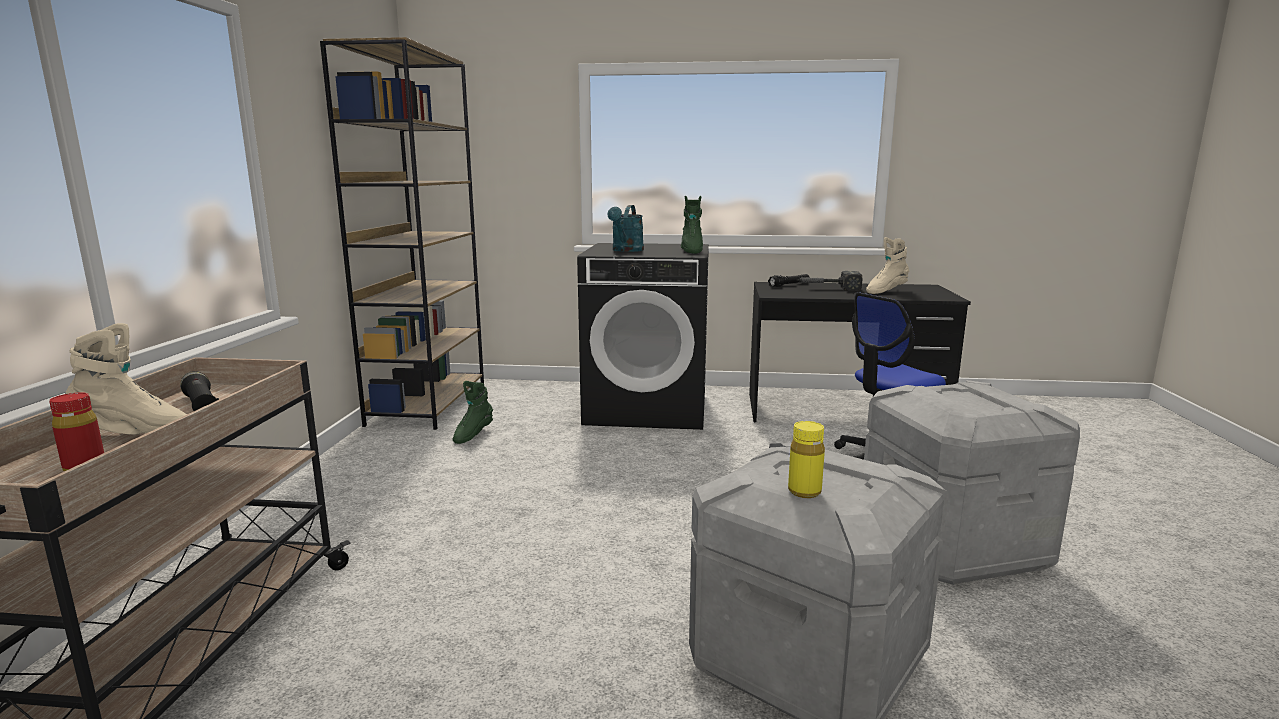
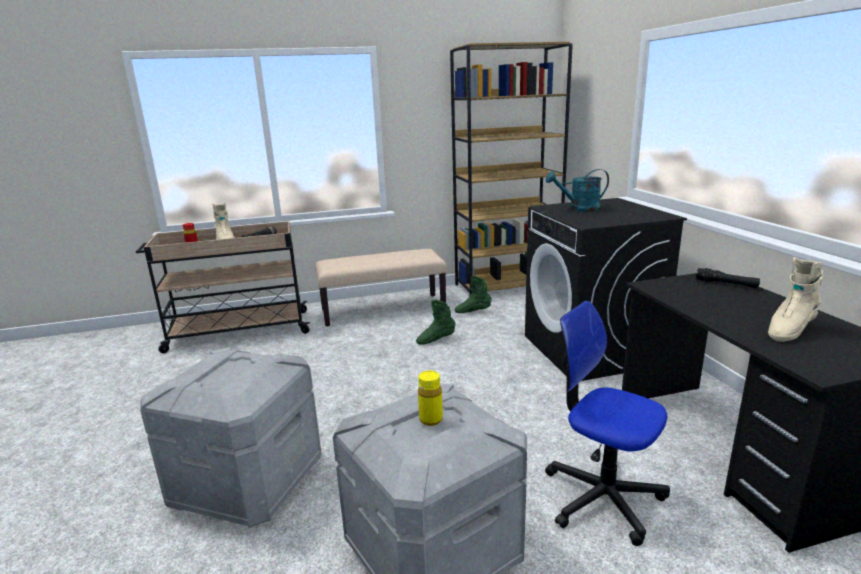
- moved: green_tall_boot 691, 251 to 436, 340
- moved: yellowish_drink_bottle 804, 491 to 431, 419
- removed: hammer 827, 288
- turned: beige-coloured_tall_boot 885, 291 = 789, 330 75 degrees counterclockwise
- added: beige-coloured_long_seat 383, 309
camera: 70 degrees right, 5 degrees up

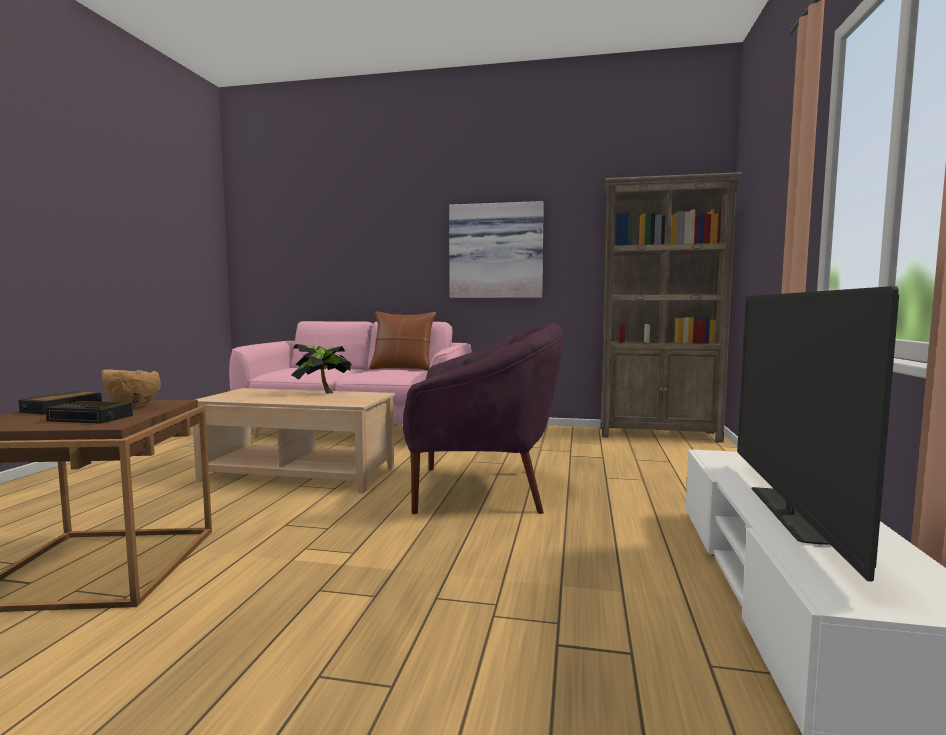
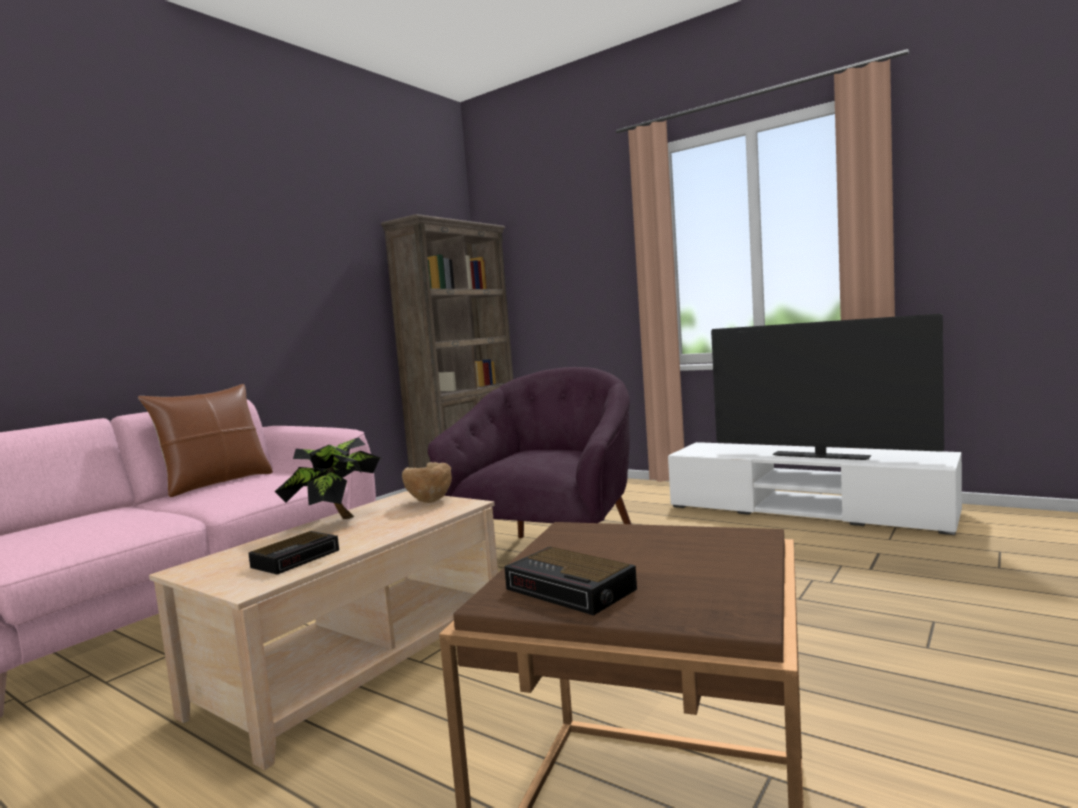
- moved: alarm_clock 92, 418 to 297, 558
- moved: brown-coloured_serving_bowl 133, 407 to 428, 501
- removed: wall_art 496, 251
camera: 65 degrees left, 0 degrees up

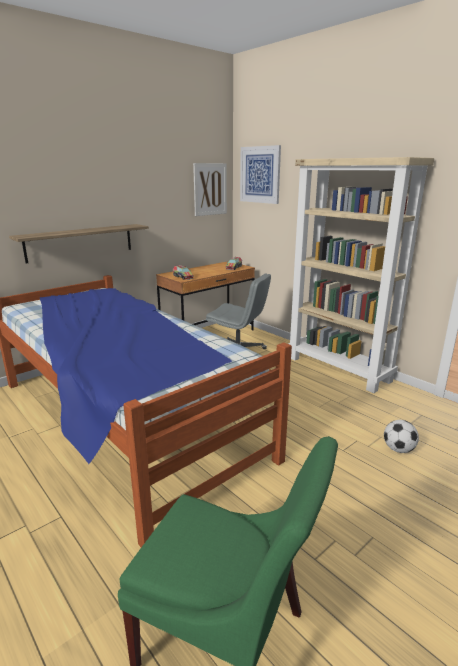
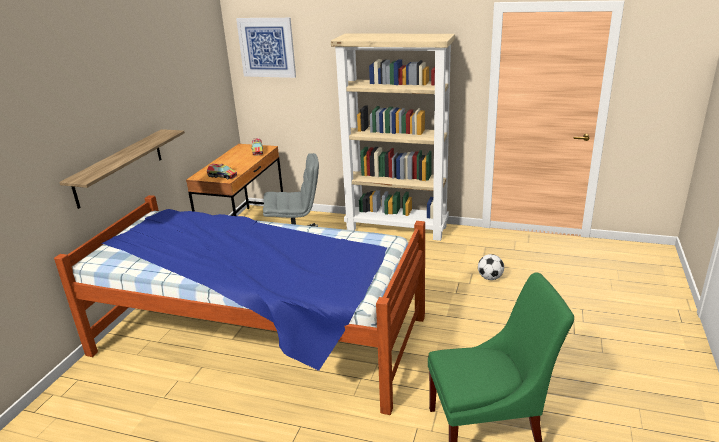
- removed: wall_art 210, 189
camera: 30 degrees left, 5 degrees up

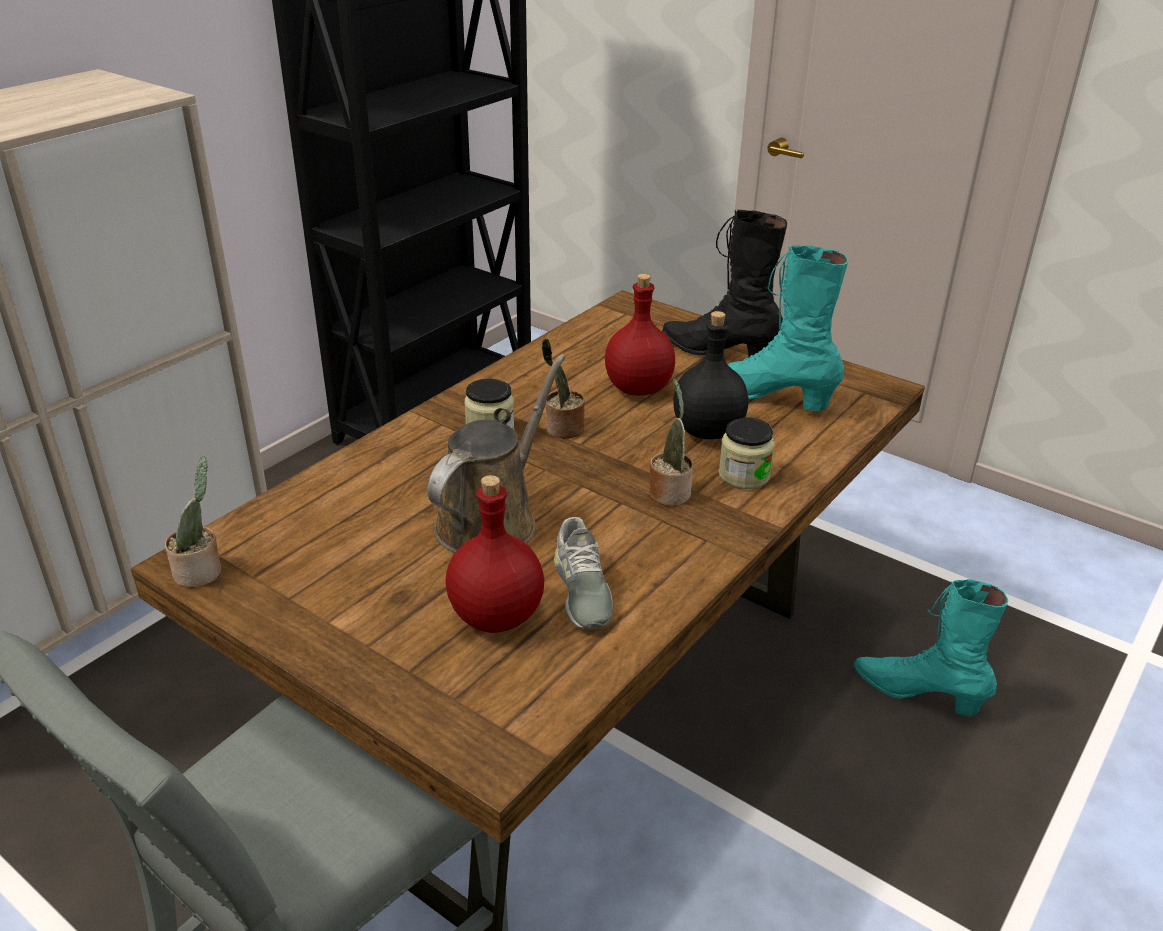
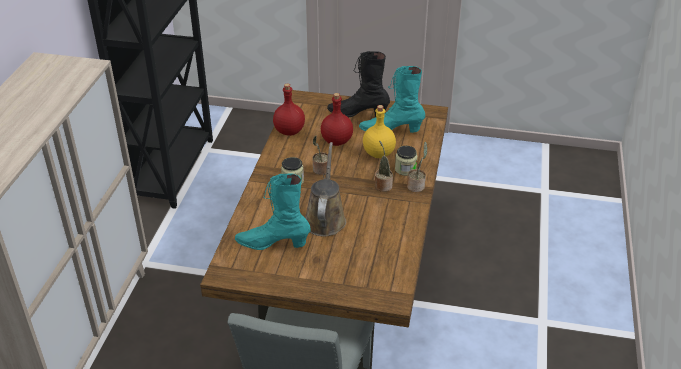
- moved: plant_in_a_pot 201, 572 to 416, 186
- moved: red-coloured_drink_bottle 496, 615 to 289, 131
- removed: gray_shoe 581, 590
- recoloured: blackish_drink_bottle 706, 431 to yellowish_drink_bottle 378, 153
- moved: turquoise_tall_boot 918, 693 to 273, 243
camera: 25 degrees left, 5 degrees up

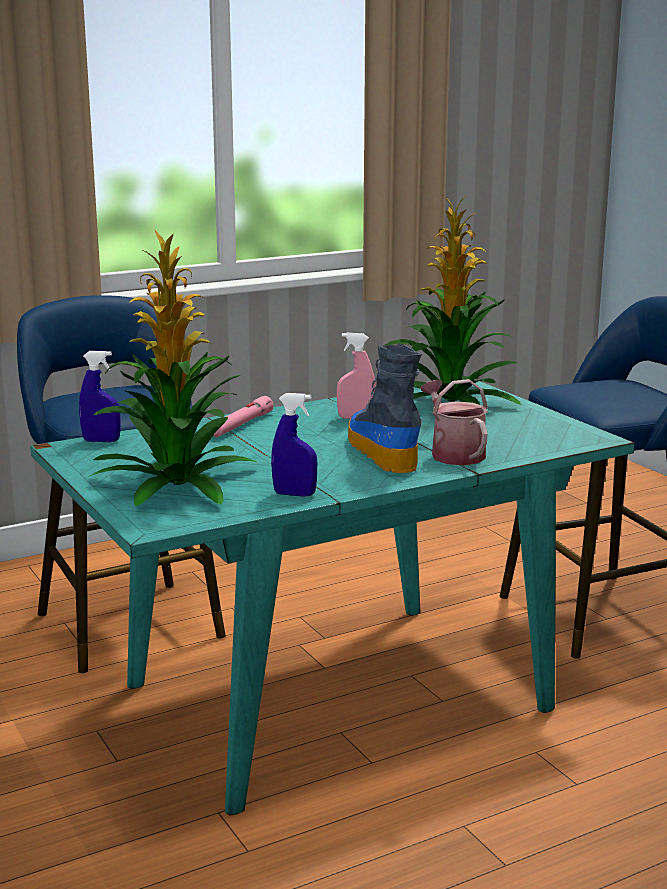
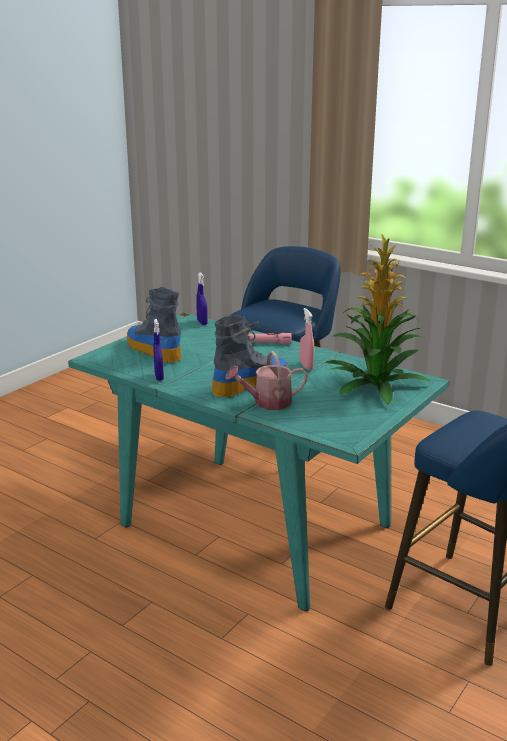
- replaced: plant_in_a_pot 174, 484 to tall_boot 152, 350
- turned: sprinkling_can 454, 453 = 267, 403 150 degrees counterclockwise
camera: 65 degrees right, 5 degrees up

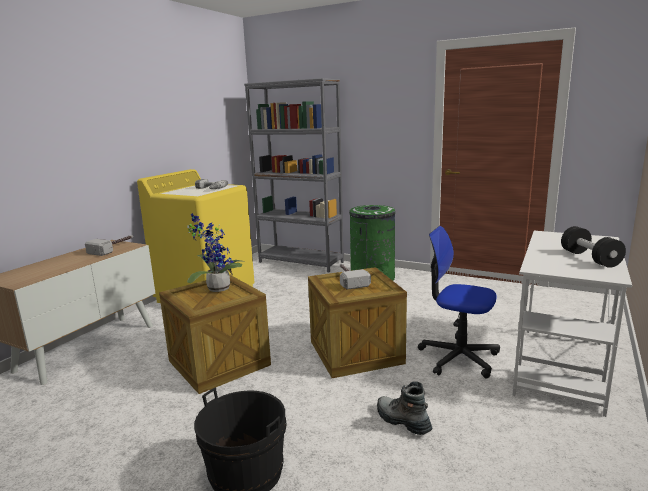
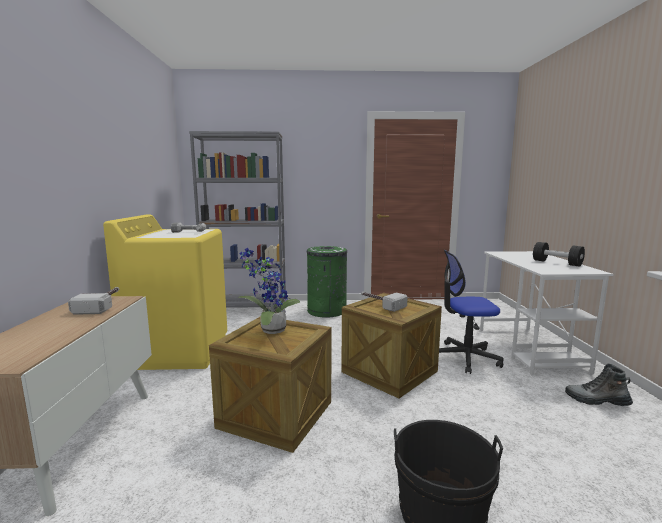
- moved: tall_boot 402, 421 to 596, 400
camera: 30 degrees left, 5 degrees down

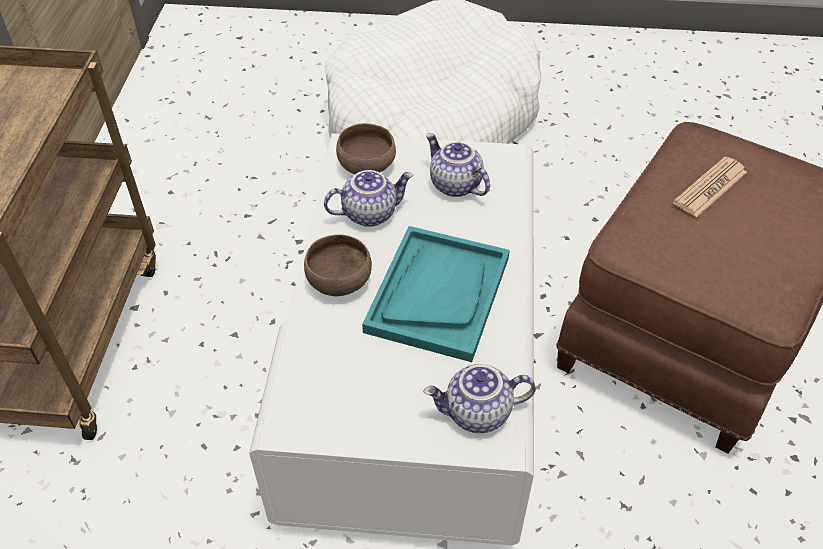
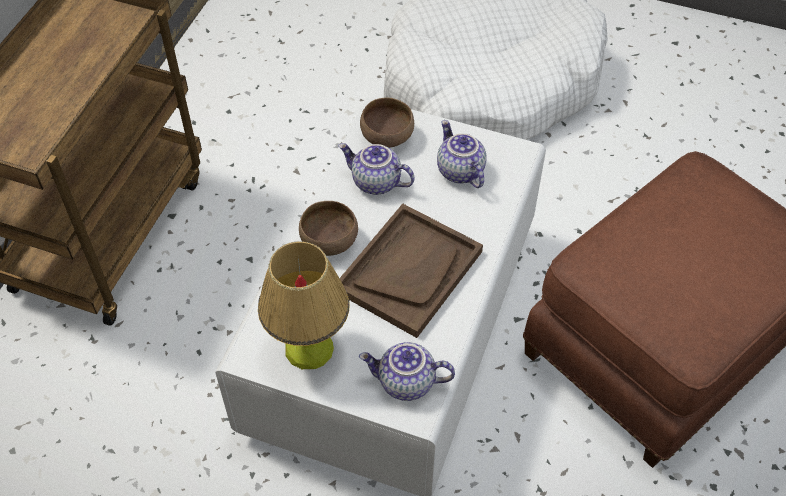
- turned: teapot 369, 213 = 375, 182 150 degrees counterclockwise
- recoloured: turquoise_tray 438, 294 to brown-coloured_tray 409, 271
- removed: printed_paper 710, 187
- added: lamp_for_a_table 309, 348
camera: 15 degrees right, 5 degrees up

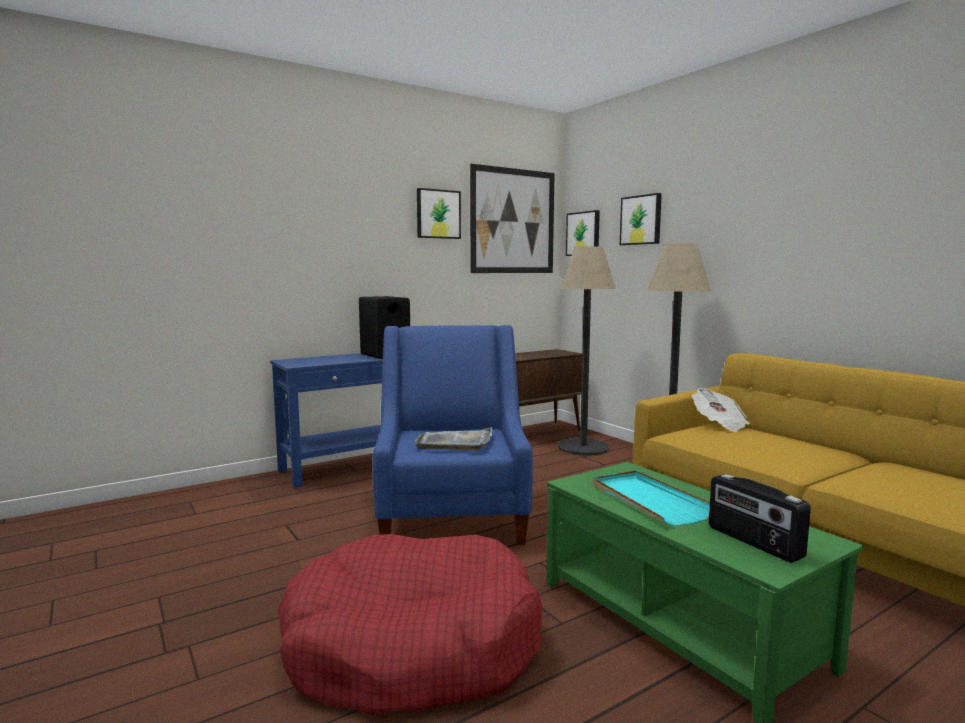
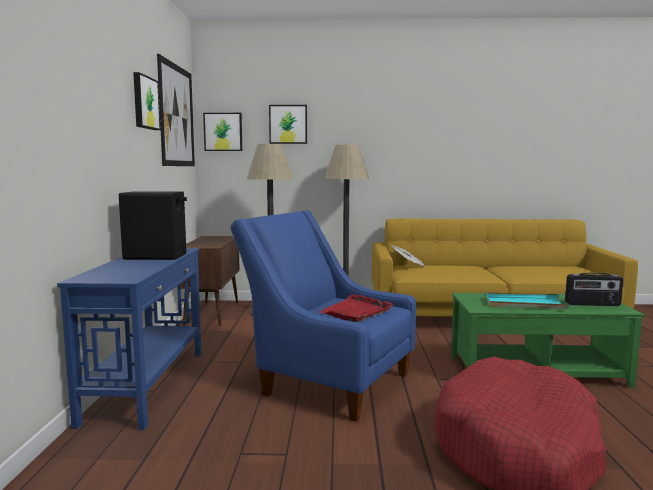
- recoloured: gray_tray 455, 442 to red-coloured_tray 356, 311
camera: 55 degrees left, 0 degrees up

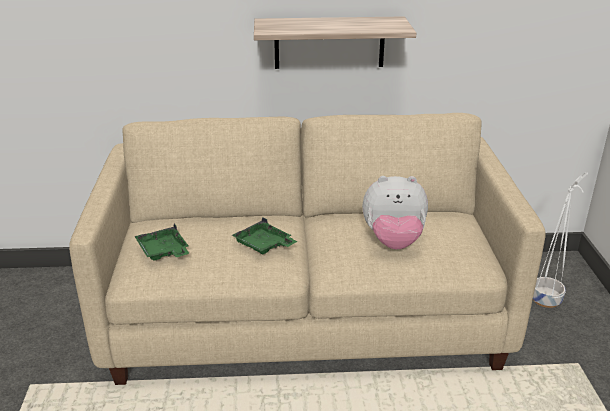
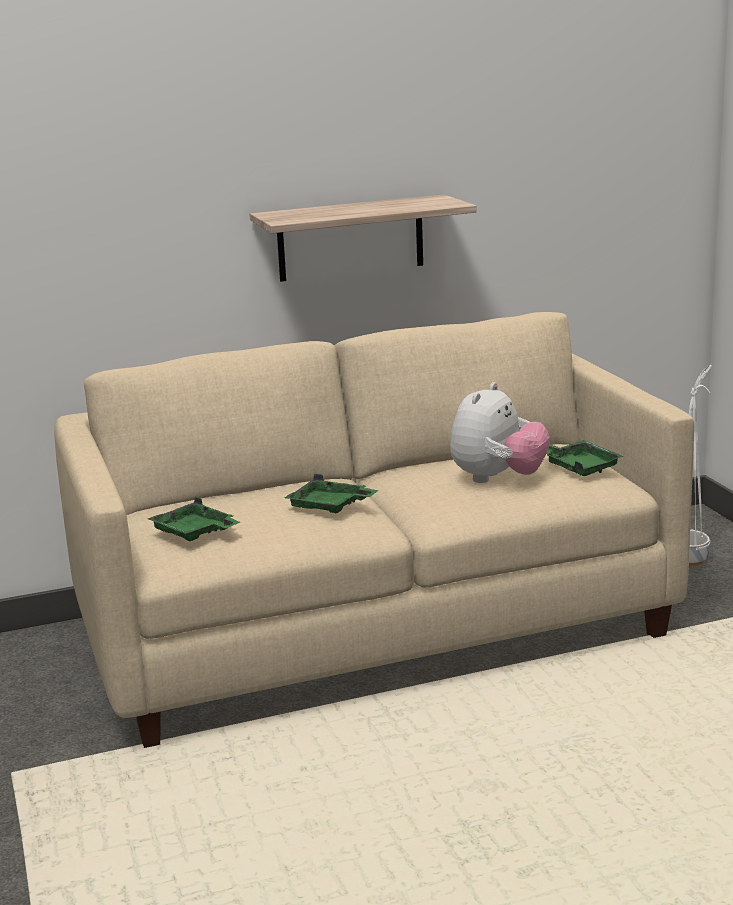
- turned: cuddly_toy 393, 241 = 497, 479 45 degrees counterclockwise
- added: green_tray 579, 467
camera: 15 degrees left, 10 degrees down

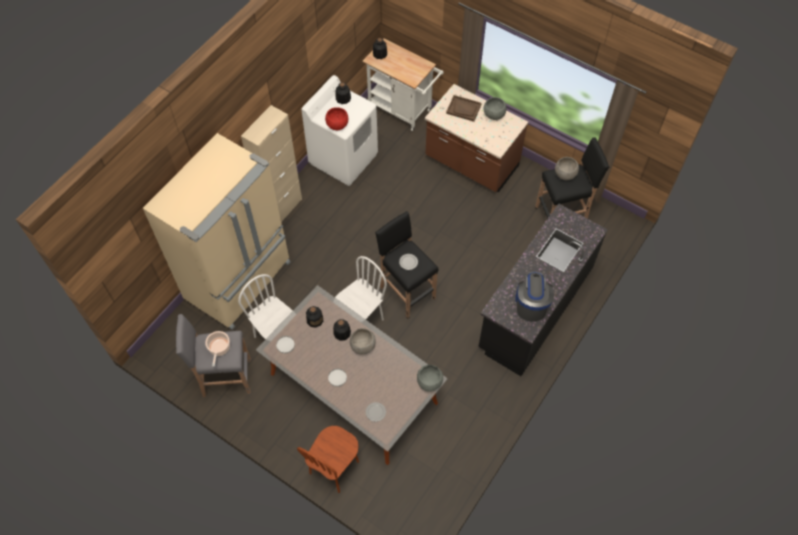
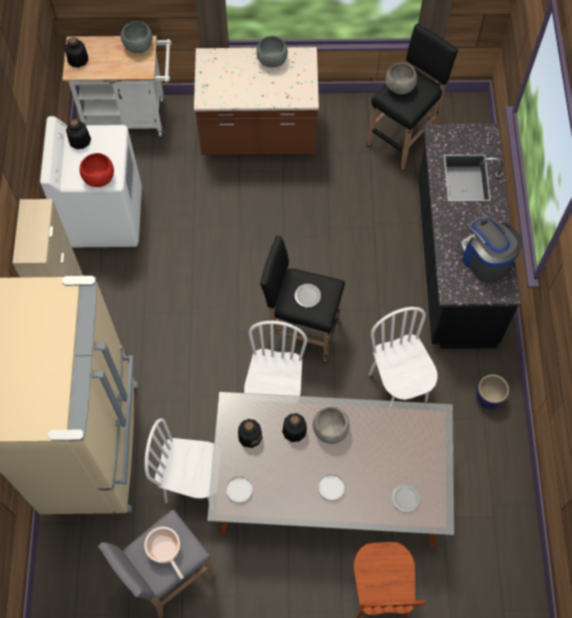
- moved: gray_serving_bowl 429, 382 to 138, 46
- removed: brown-coloured_tray 463, 109
- added: whitish_plain_chair 398, 387
- added: flower_pot 488, 398
camera: 35 degrees left, 5 degrees up

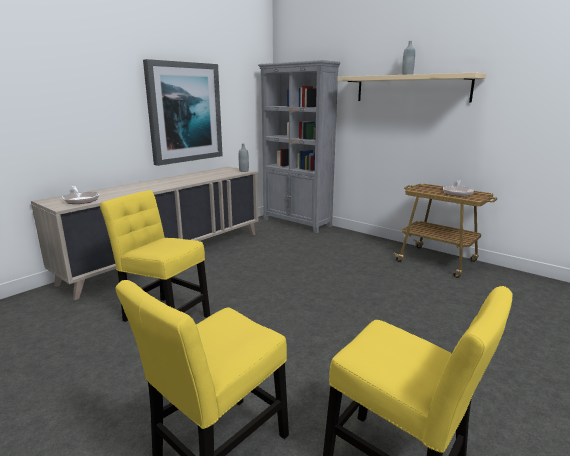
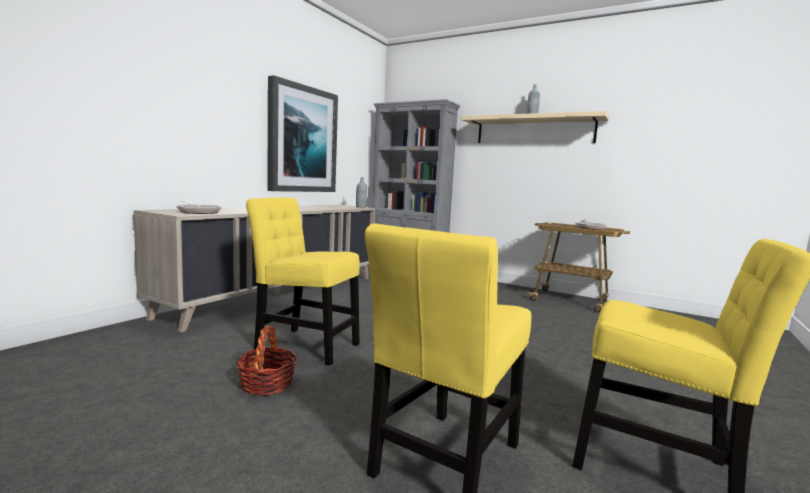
- added: storage_basket 266, 384
camera: 10 degrees left, 10 degrees down

